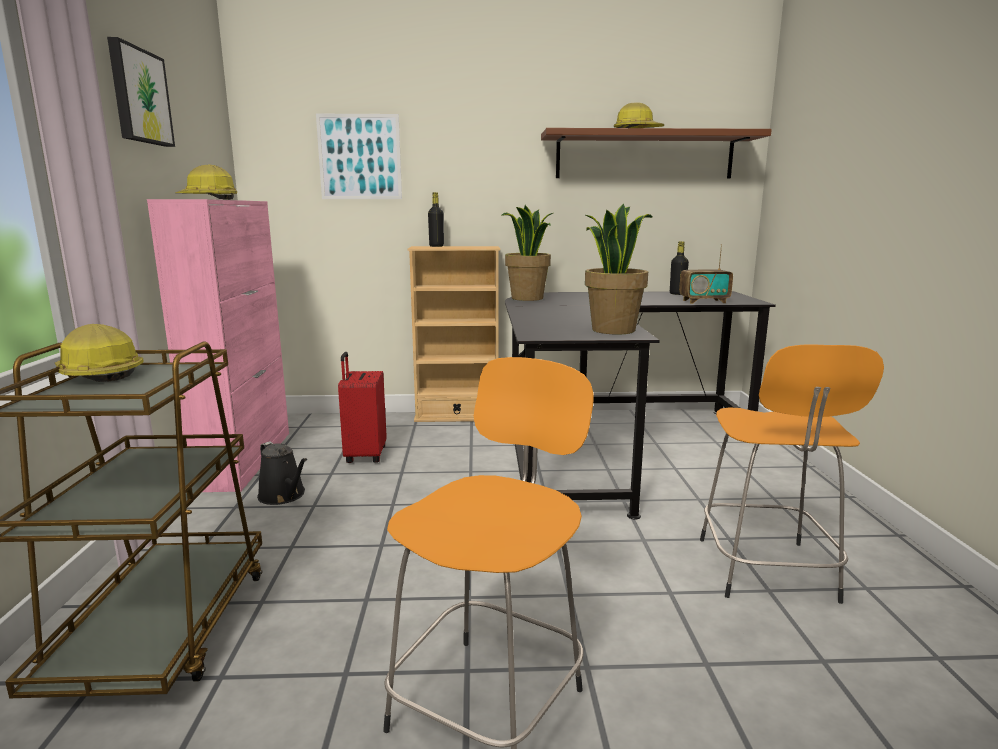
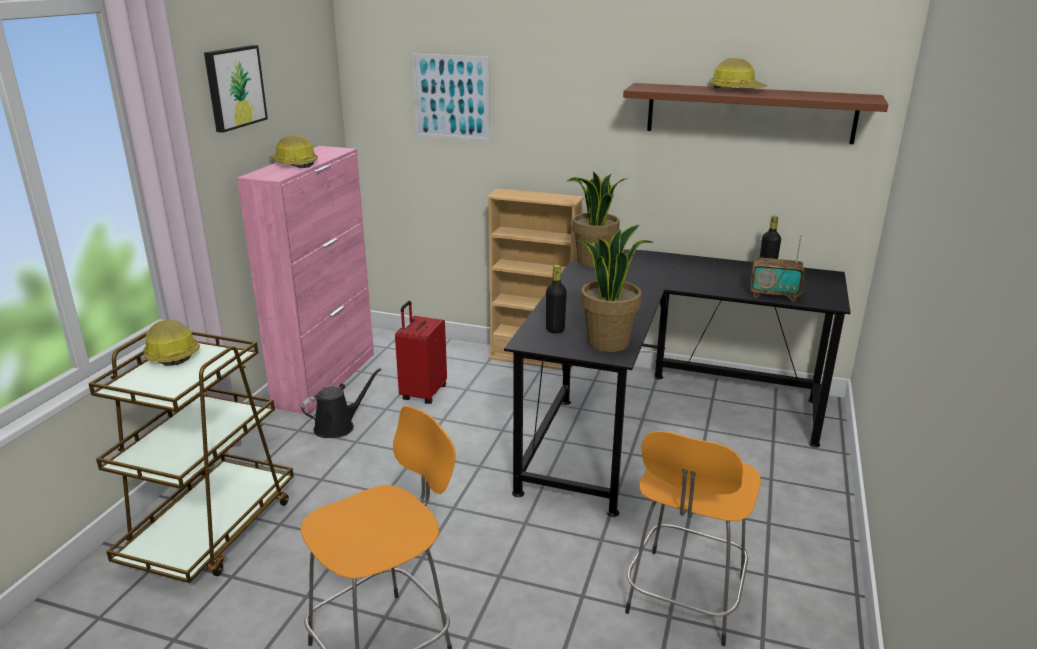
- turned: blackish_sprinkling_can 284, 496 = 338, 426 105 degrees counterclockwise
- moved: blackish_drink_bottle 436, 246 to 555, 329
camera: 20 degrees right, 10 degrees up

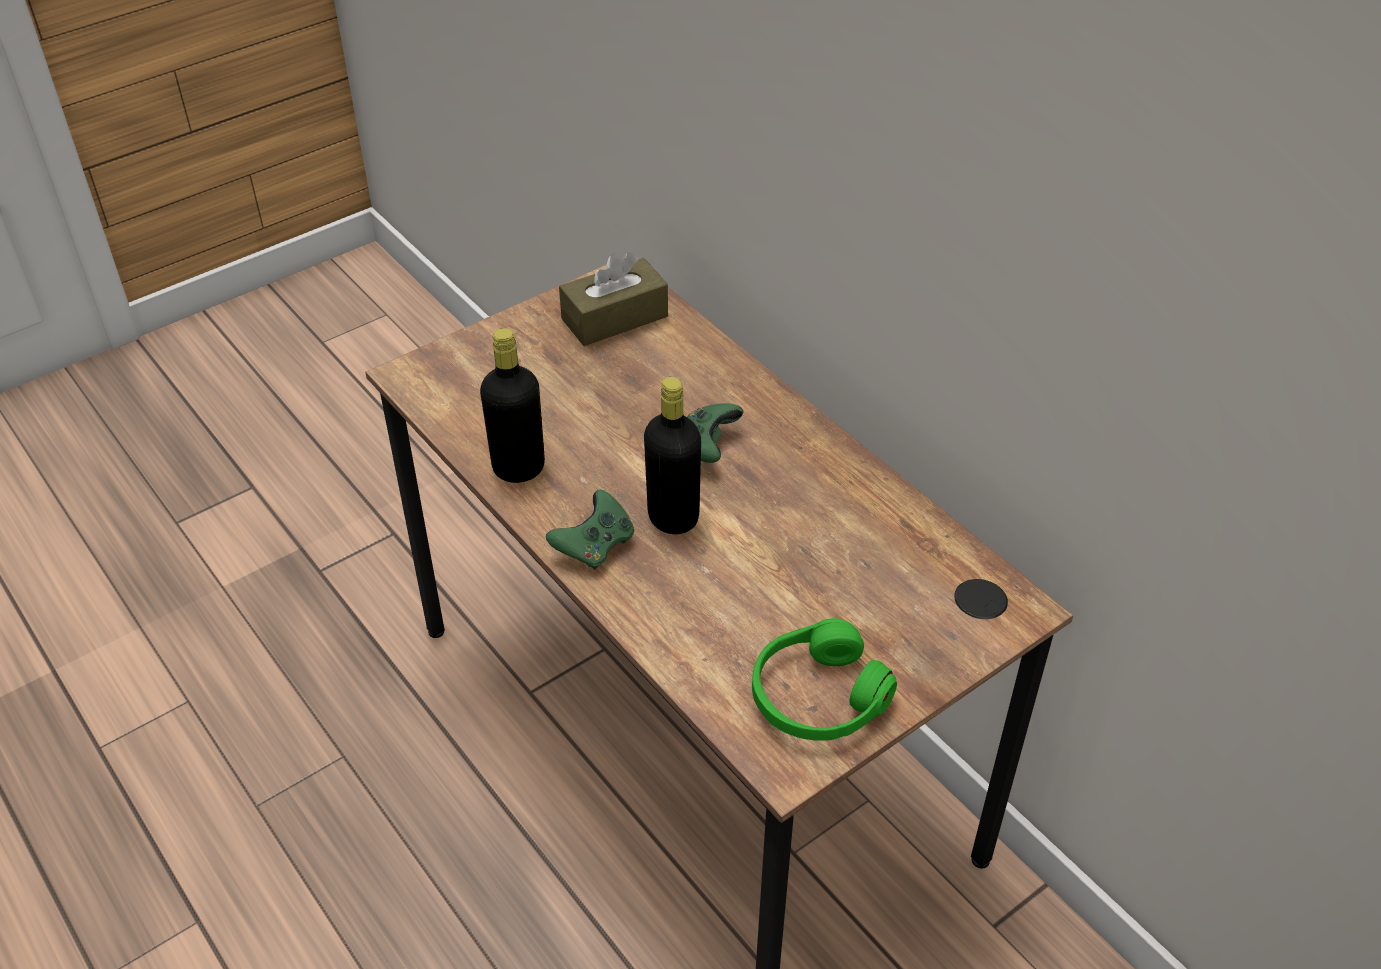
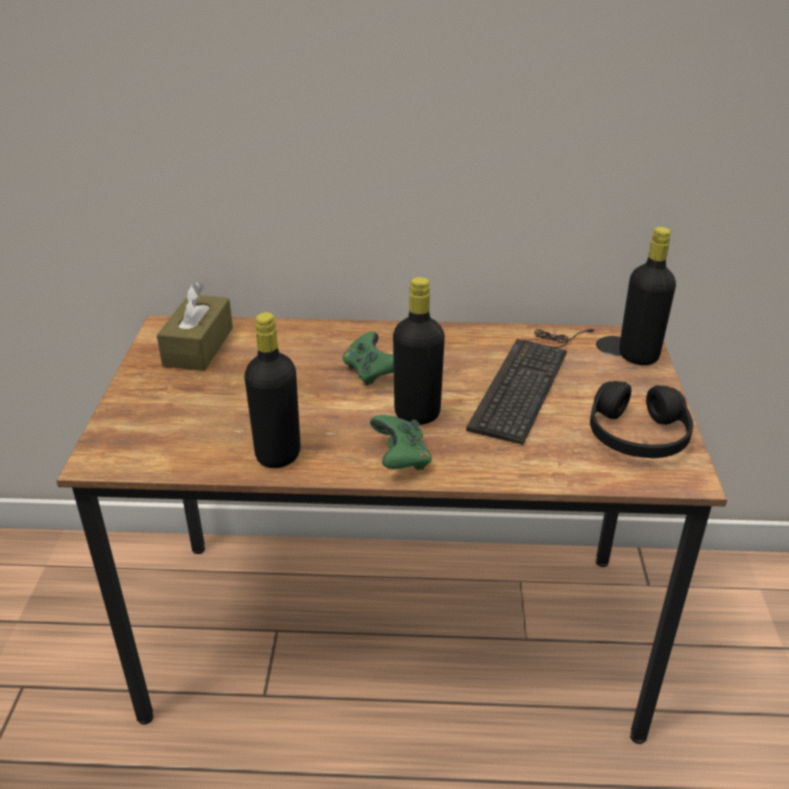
- recoloured: green_headset 817, 696 to blackish_headset 637, 435
- added: computer_keyboard 528, 379
- added: blackish_drink_bottle 638, 356
camera: 50 degrees left, 10 degrees down

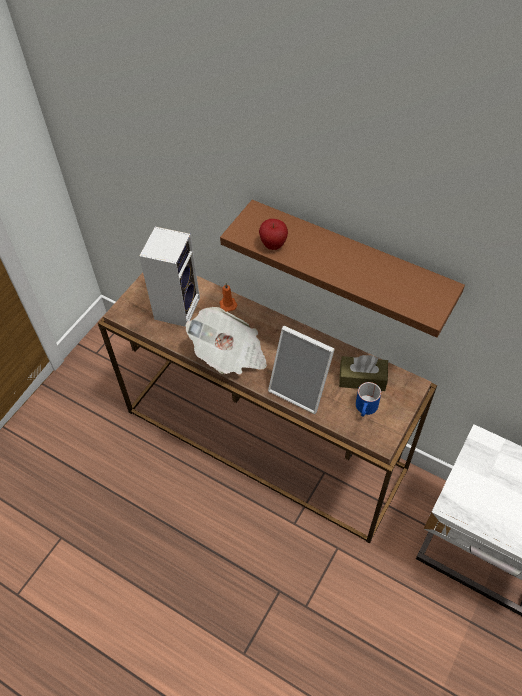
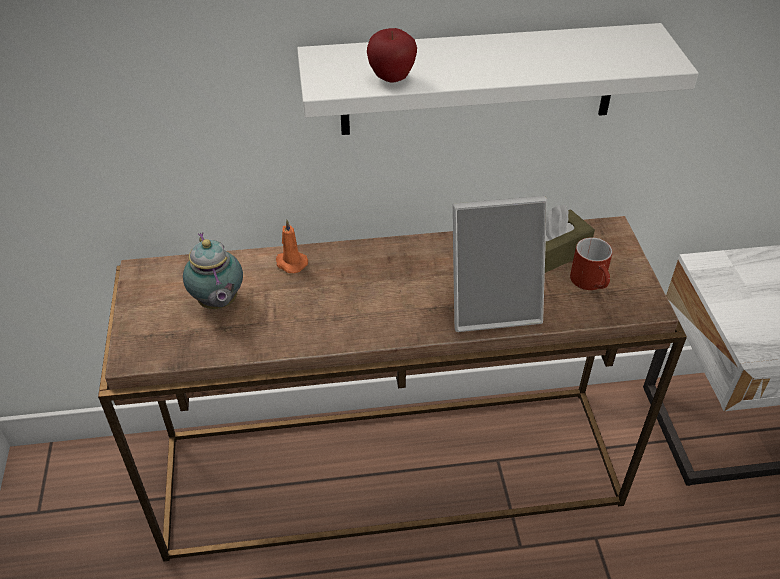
- replaced: loudspeaker 177, 307 to teapot 218, 303
- removed: printed_paper 229, 354
- recoloured: brown-coloured_shelf 350, 262 to whitish_shelf 479, 80
- recoloured: blue_mug 366, 409 to red-coloured_mug 592, 283
camera: 40 degrees left, 10 degrees down

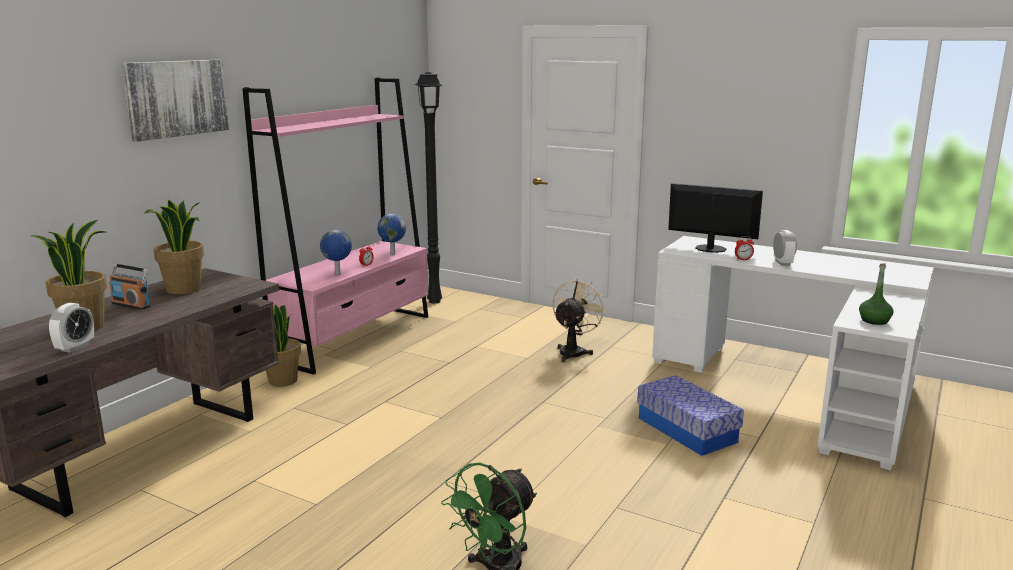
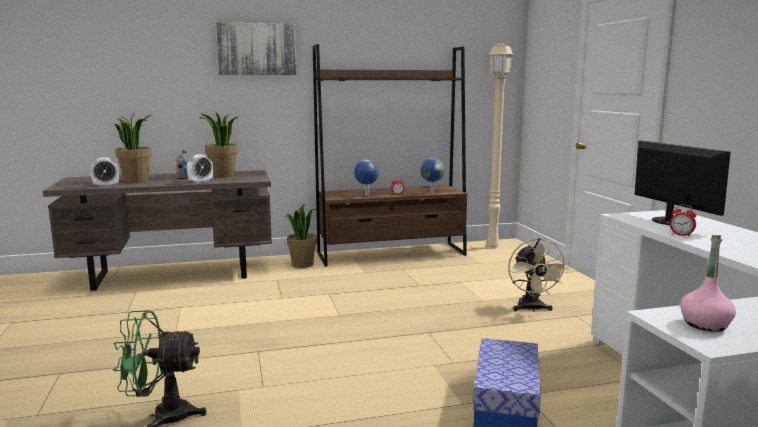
- recoloured: pinkish_bookshelf 355, 337 to brown-coloured_bookshelf 392, 254
- recoloured: blackish_standing_lamp 435, 301 to beige-coloured_standing_lamp 493, 247
- turned: beige-coloured_cooling_fan 574, 352 = 532, 309 105 degrees clockwise
- moved: alarm_clock 782, 263 to 201, 182
- recoloured: green_drink_bottle 874, 321 to pinkish_drink_bottle 705, 324
camera: 45 degrees right, 5 degrees down

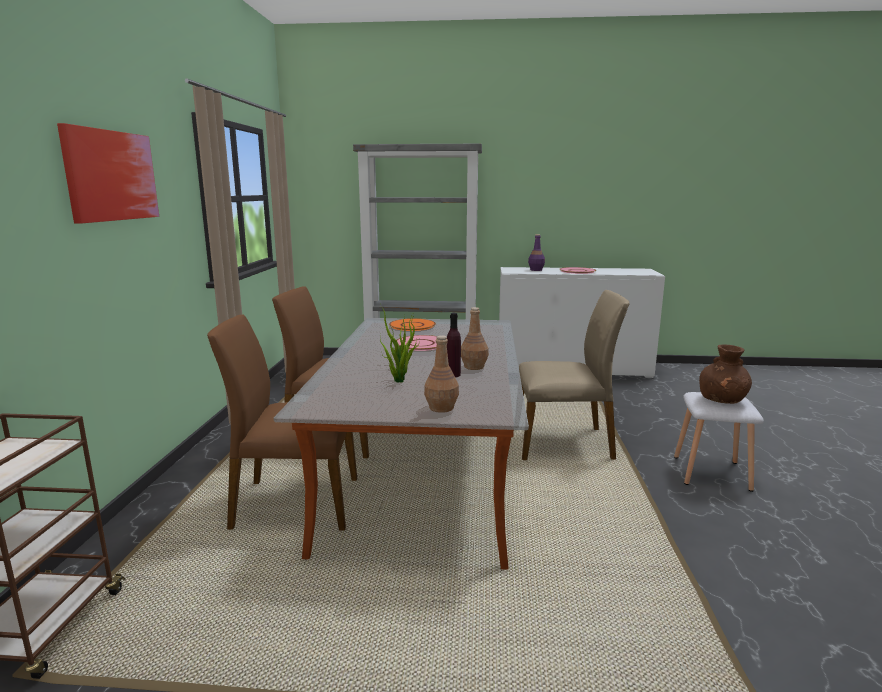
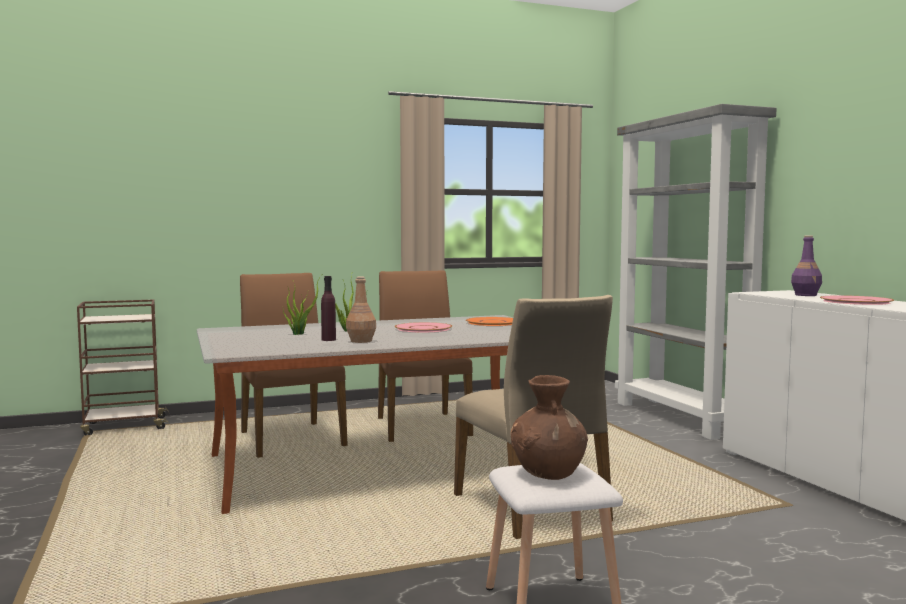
- removed: wall_art 111, 176
- removed: brown-coloured_drink_bottle 441, 408
camera: 65 degrees right, 10 degrees down

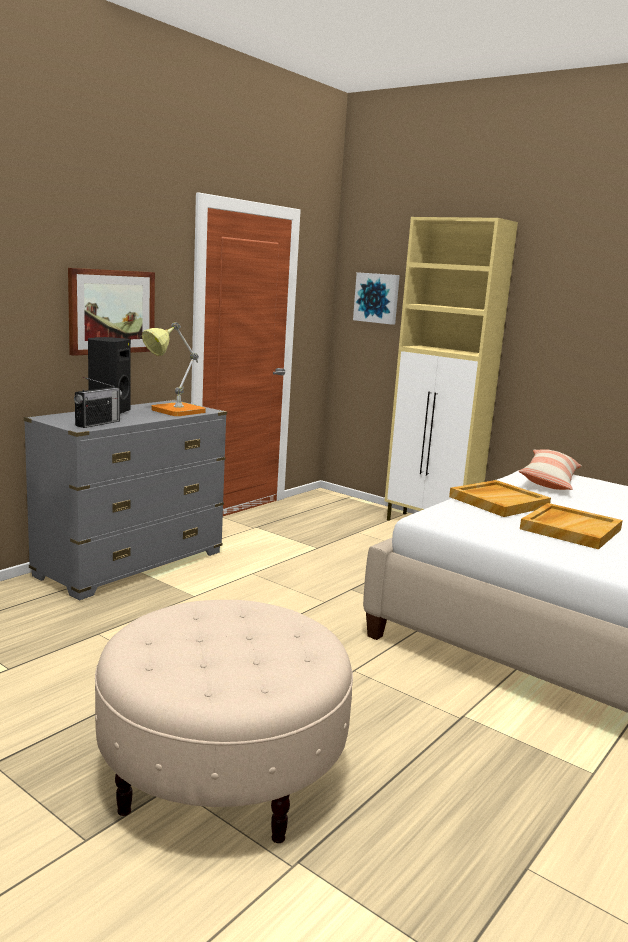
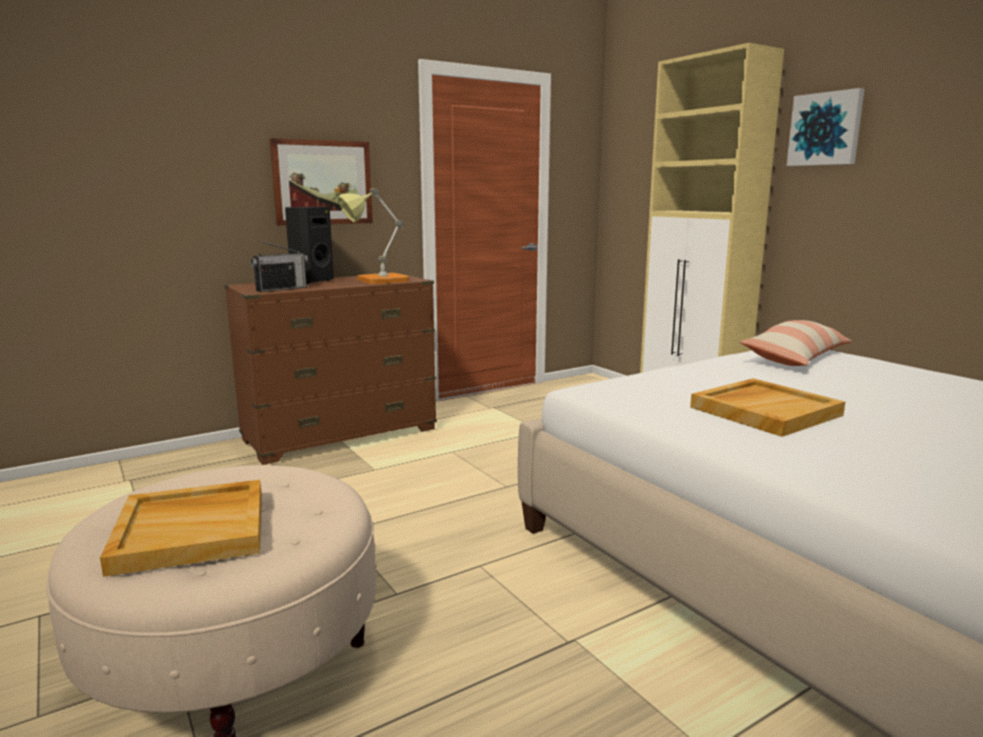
- recoloured: gray_chest_of_drawers 131, 564 to brown-coloured_chest_of_drawers 341, 435
- moved: wall_art 377, 298 to 826, 129
- moved: beige-coloured_tray 498, 501 to 193, 530
camera: 20 degrees right, 0 degrees up

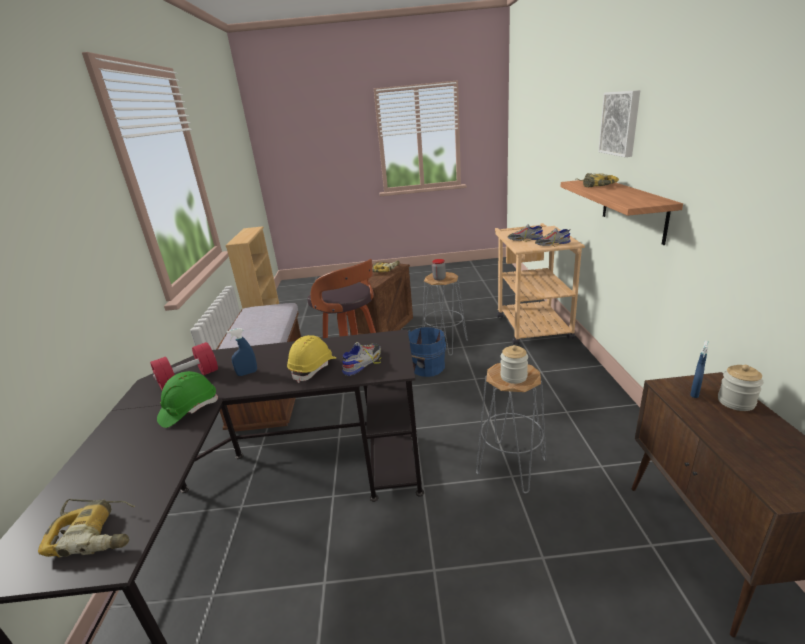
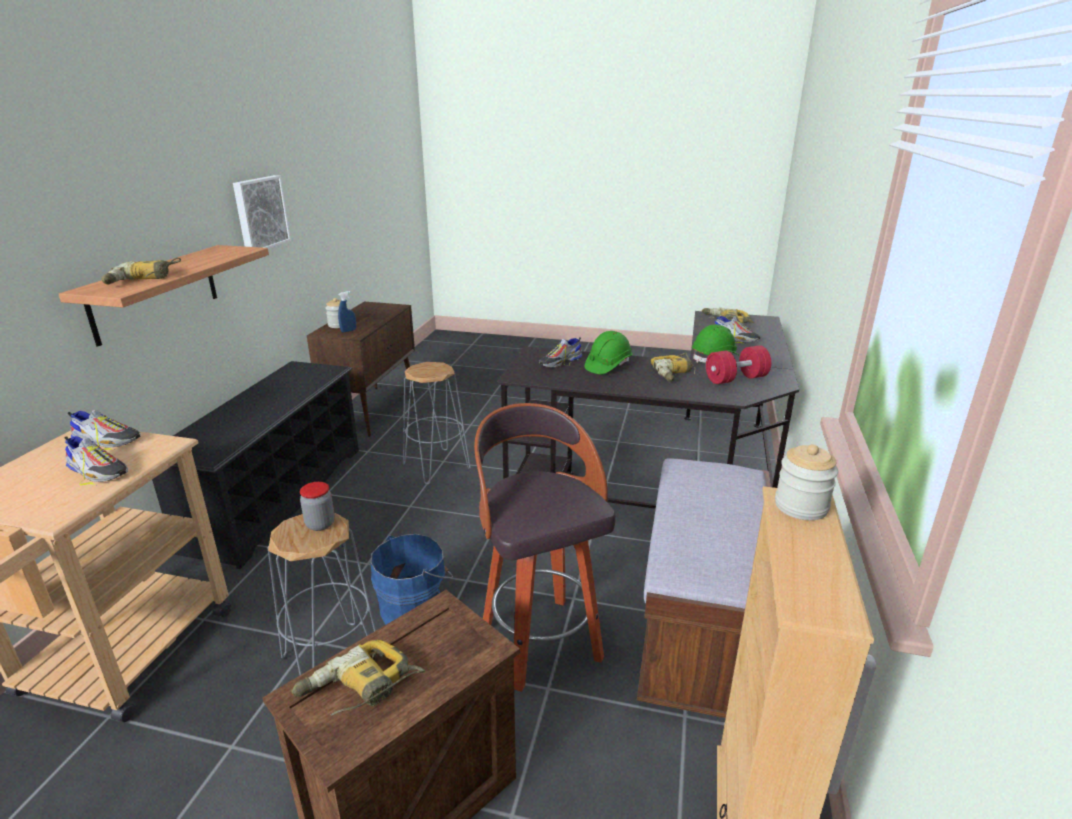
- replaced: blue_sprayer 247, 373 to electric_drill 674, 373
- recoloured: yellowish_hard_hat 313, 368 to green_hard_hat 608, 365
- moved: preserve_jar 513, 376 to 801, 506
- moved: wall_art 621, 123 to 260, 213
- added: blackish_shoe_shelf 277, 497
- added: shoe 735, 337
camera: 165 degrees left, 0 degrees up

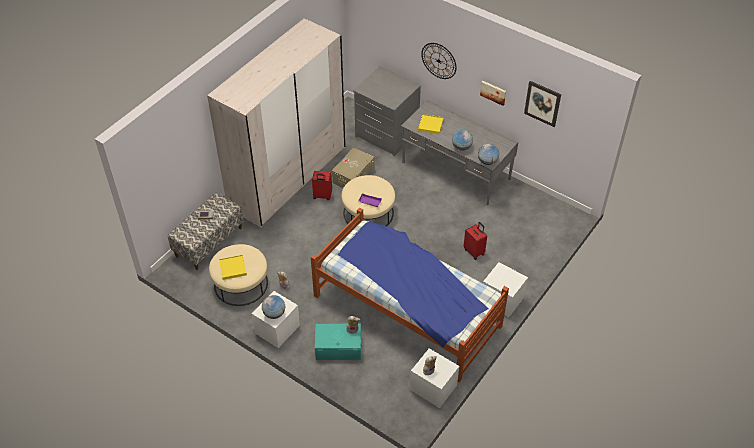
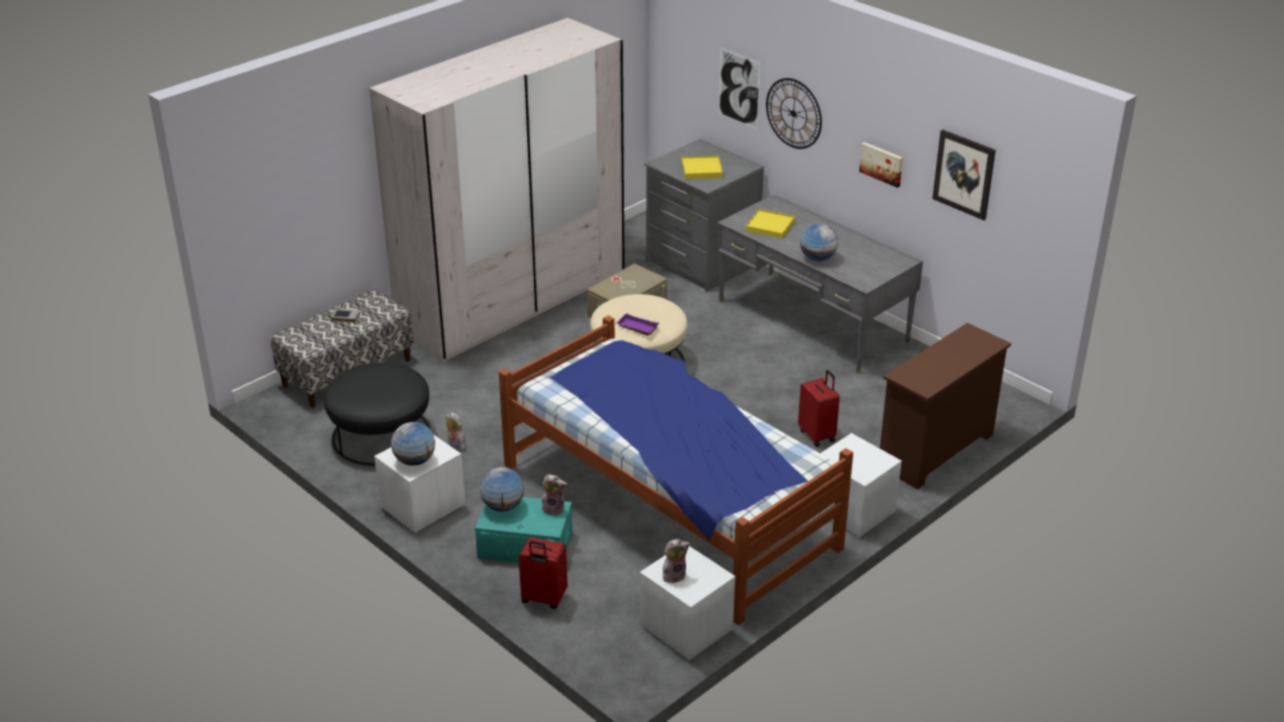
- recoloured: beige-coloured_pouffe 241, 284 to blackish_pouffe 381, 435
- moved: yellowish_tray 232, 268 to 701, 169
- moved: red-coloured_travel_case 322, 196 to 543, 599
- moved: desk_globe 487, 161 to 503, 506
- added: wall_art 739, 88
- added: brown-coloured_chest_of_drawers 935, 451
camera: 10 degrees right, 15 degrees down

